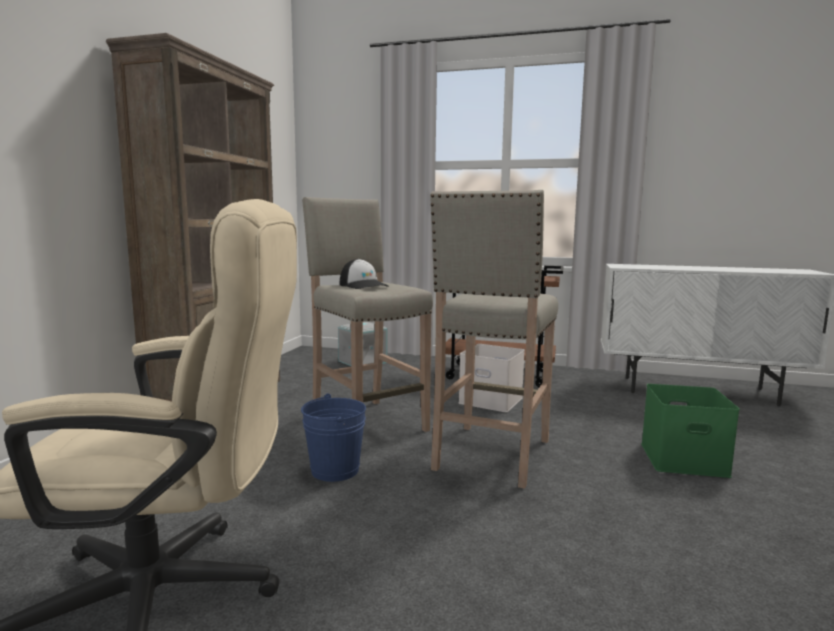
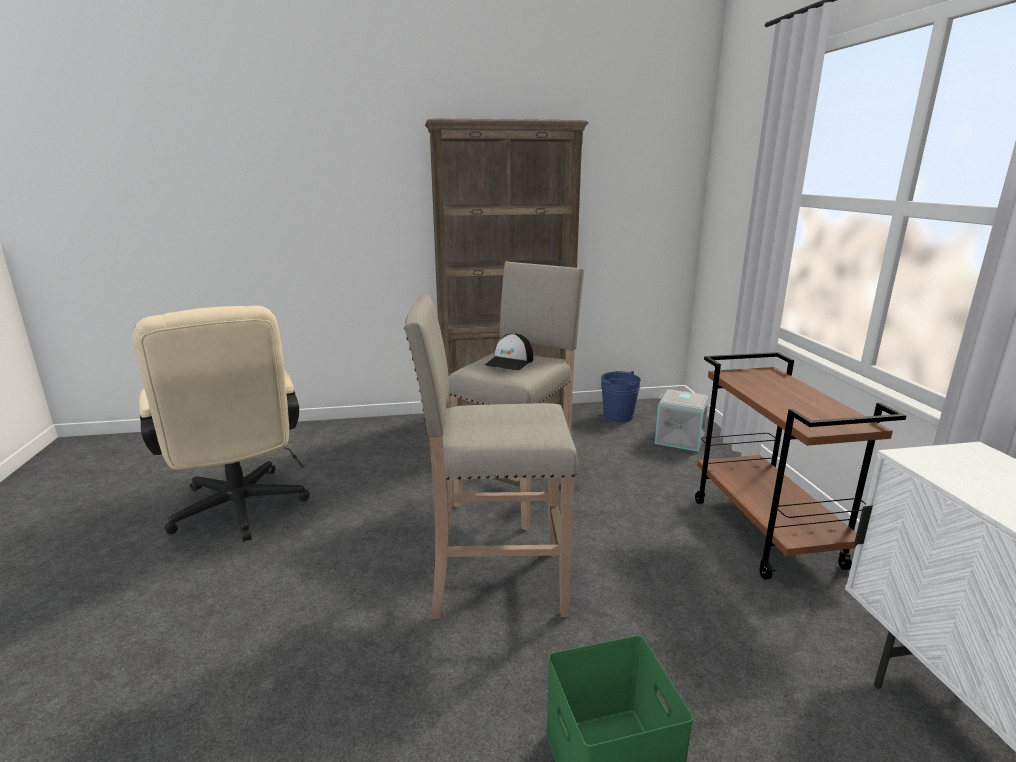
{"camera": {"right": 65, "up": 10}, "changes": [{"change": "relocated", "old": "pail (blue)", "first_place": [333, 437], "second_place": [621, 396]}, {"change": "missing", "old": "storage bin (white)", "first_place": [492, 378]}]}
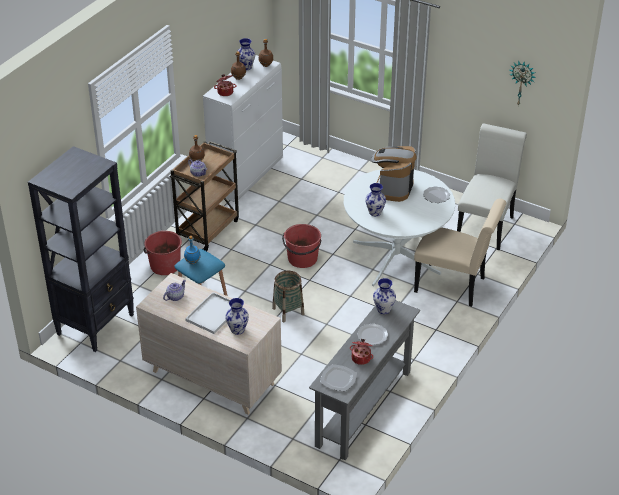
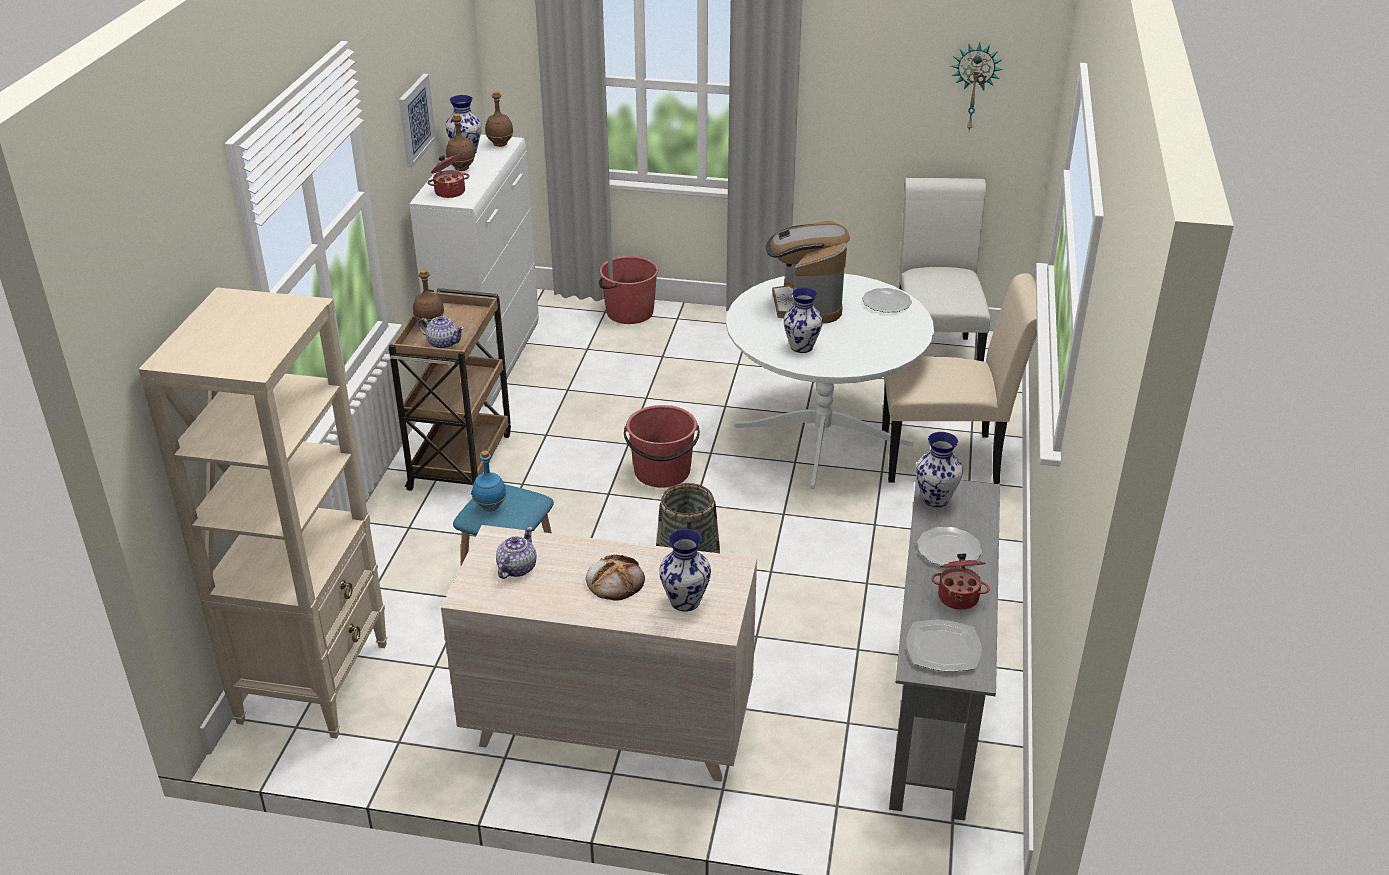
{"camera": {"right": -20, "up": -5}, "changes": [{"change": "colour", "old": "shelving unit (blackish)", "new": "shelving unit (beige)", "first_place": [81, 249], "second_place": [262, 512]}, {"change": "appeared", "new": "wall art", "second_place": [417, 121]}, {"change": "exchanged", "old": "carrying tray (white)", "new": "bakery bread", "first_place": [208, 313], "second_place": [615, 577]}, {"change": "relocated", "old": "pail (red-coloured)", "first_place": [163, 253], "second_place": [628, 290]}]}
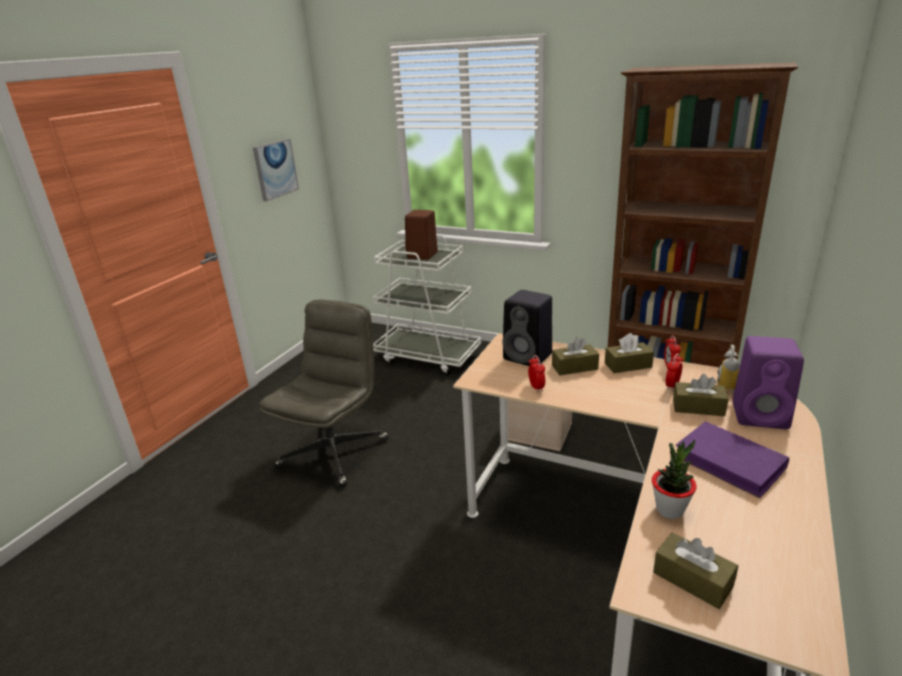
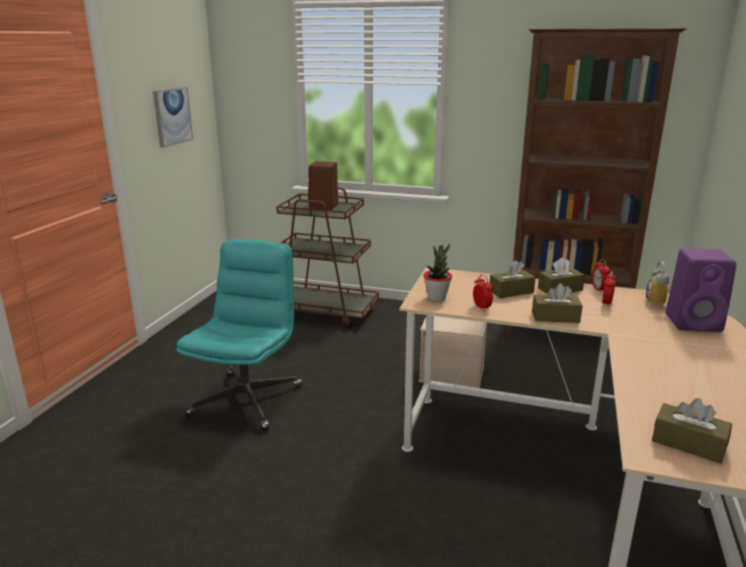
{"camera": {"right": -10, "up": -5}, "changes": [{"change": "colour", "old": "computer chair (greyish)", "new": "computer chair (turquoise)", "first_place": [324, 393], "second_place": [239, 335]}, {"change": "colour", "old": "cart (white)", "new": "cart (brown)", "first_place": [427, 305], "second_place": [327, 258]}, {"change": "relocated", "old": "plant in a pot", "first_place": [674, 479], "second_place": [437, 272]}, {"change": "relocated", "old": "tissue holder (brown)", "first_place": [700, 395], "second_place": [557, 303]}, {"change": "missing", "old": "audio speaker (blackish)", "first_place": [527, 328]}, {"change": "missing", "old": "volume (purplish)", "first_place": [732, 459]}]}
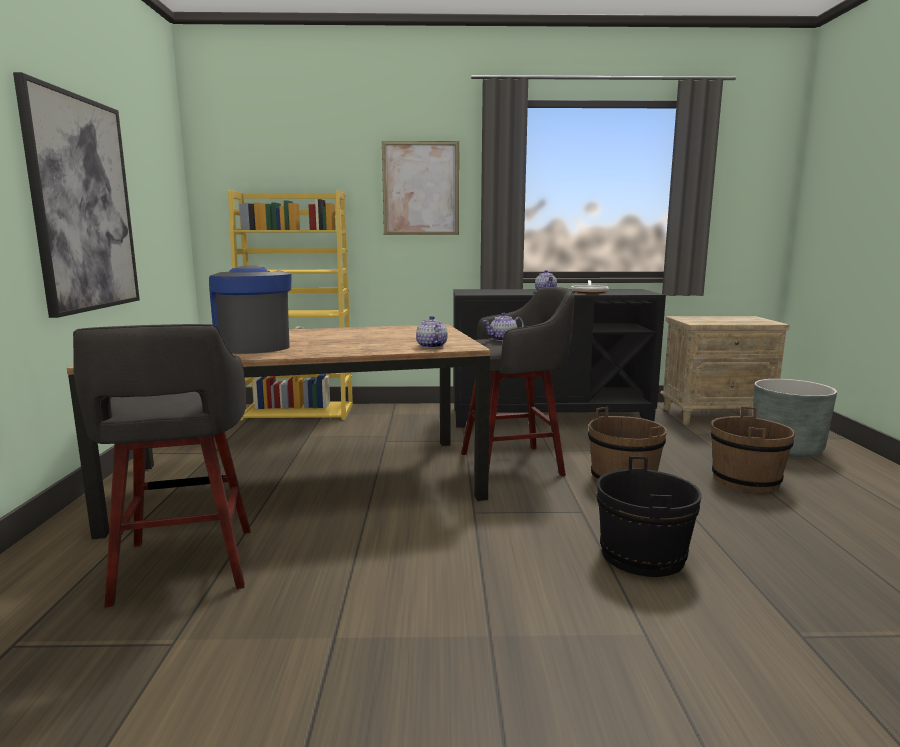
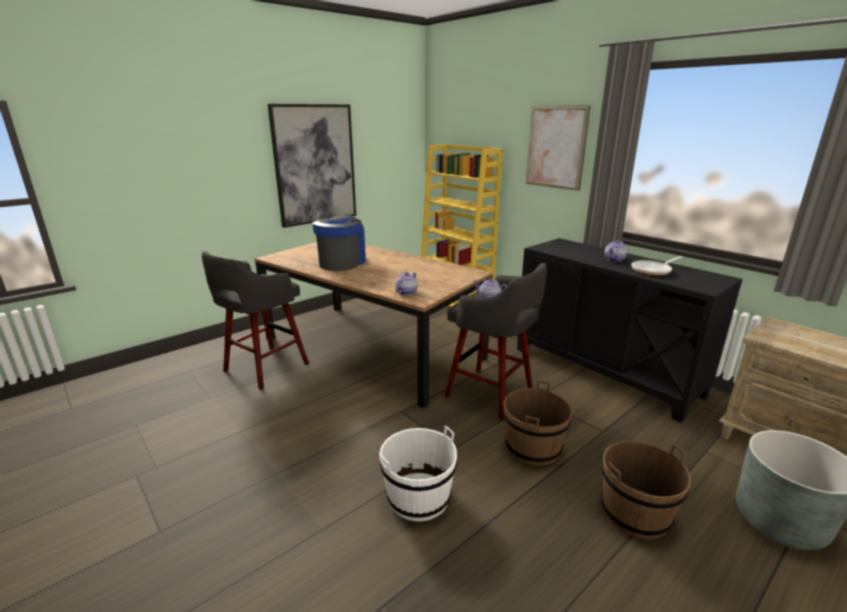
{"camera": {"right": 50, "up": 10}, "changes": [{"change": "colour", "old": "pail (blackish)", "new": "pail (white)", "first_place": [649, 516], "second_place": [418, 473]}]}
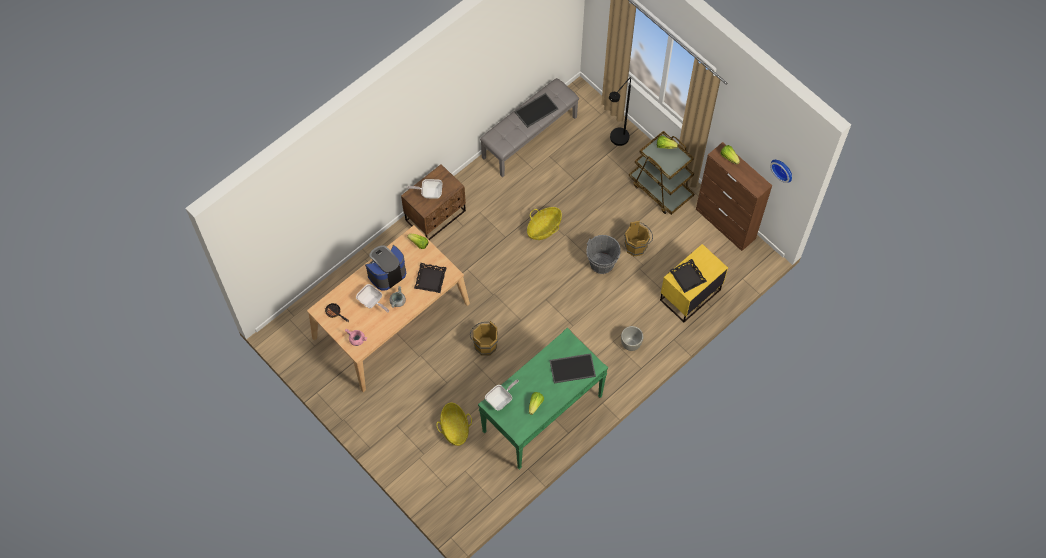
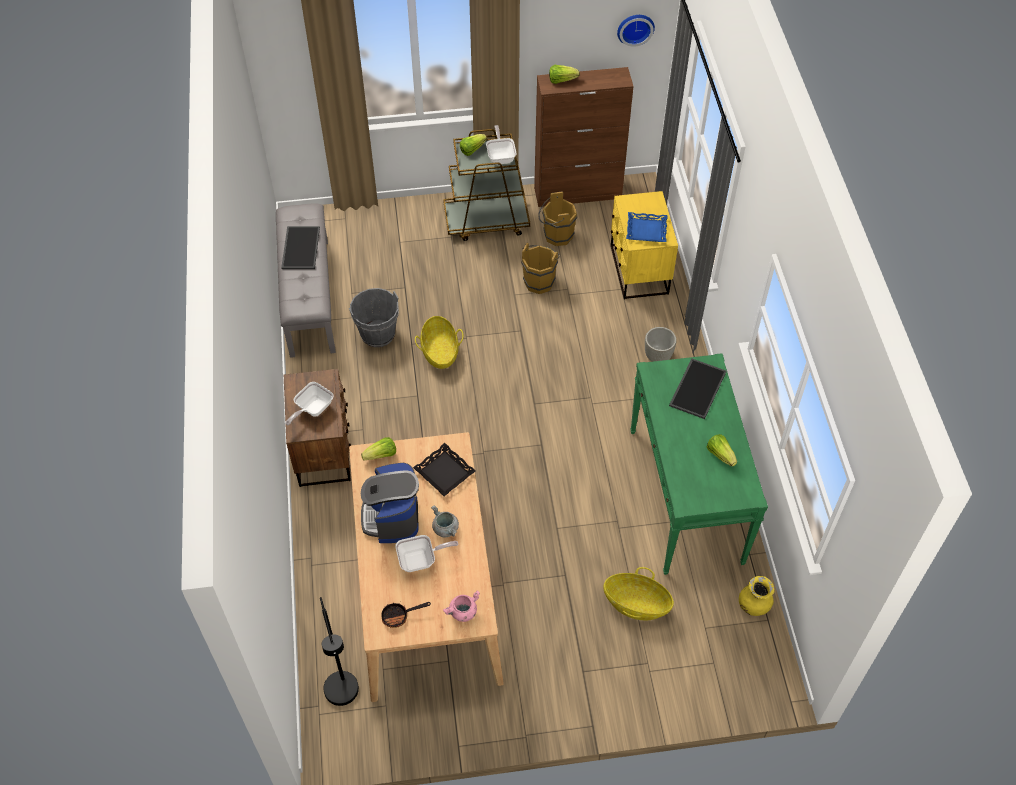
{"camera": {"right": -55, "up": -10}, "changes": [{"change": "relocated", "old": "standard lamp (blackish)", "first_place": [620, 111], "second_place": [339, 651]}, {"change": "relocated", "old": "pail (greyish)", "first_place": [603, 254], "second_place": [374, 317]}, {"change": "relocated", "old": "frying pan", "first_place": [502, 394], "second_place": [501, 145]}, {"change": "relocated", "old": "pail (brown)", "first_place": [484, 338], "second_place": [557, 219]}, {"change": "colour", "old": "carrying tray (blackish)", "new": "carrying tray (blue)", "first_place": [688, 276], "second_place": [647, 227]}, {"change": "appeared", "new": "decorative vase (yellow)", "second_place": [757, 596]}]}
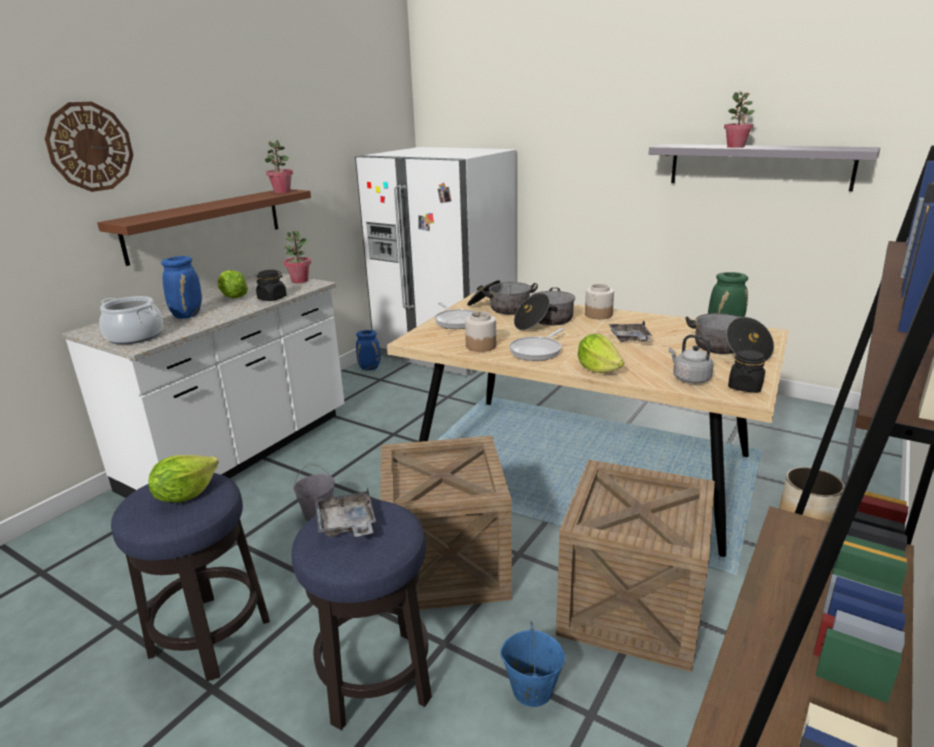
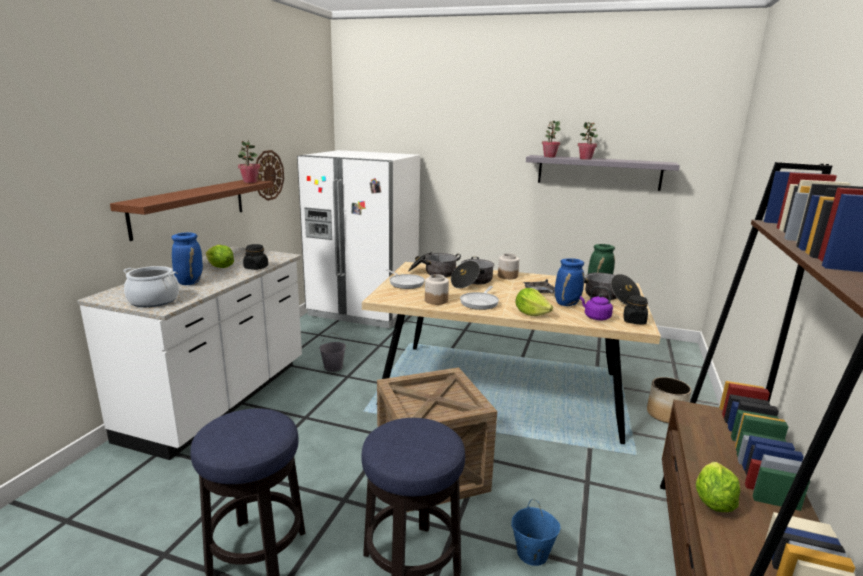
{"camera": {"right": -15, "up": -5}, "changes": [{"change": "relocated", "old": "clock on the wall", "first_place": [89, 147], "second_place": [270, 175]}, {"change": "relocated", "old": "pail (greyish)", "first_place": [314, 492], "second_place": [332, 352]}, {"change": "relocated", "old": "plant in a pot", "first_place": [297, 256], "second_place": [551, 139]}, {"change": "relocated", "old": "decorative vase (blue)", "first_place": [368, 350], "second_place": [569, 282]}, {"change": "colour", "old": "tea kettle (greyish)", "new": "tea kettle (purplish)", "first_place": [691, 359], "second_place": [596, 303]}, {"change": "relocated", "old": "lettuce", "first_place": [183, 479], "second_place": [718, 486]}, {"change": "missing", "old": "carrying tray (greyish)", "first_place": [345, 512]}, {"change": "missing", "old": "crate", "first_place": [635, 566]}]}
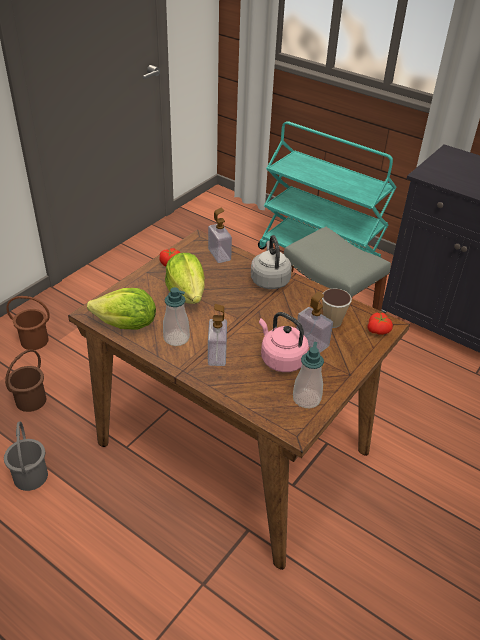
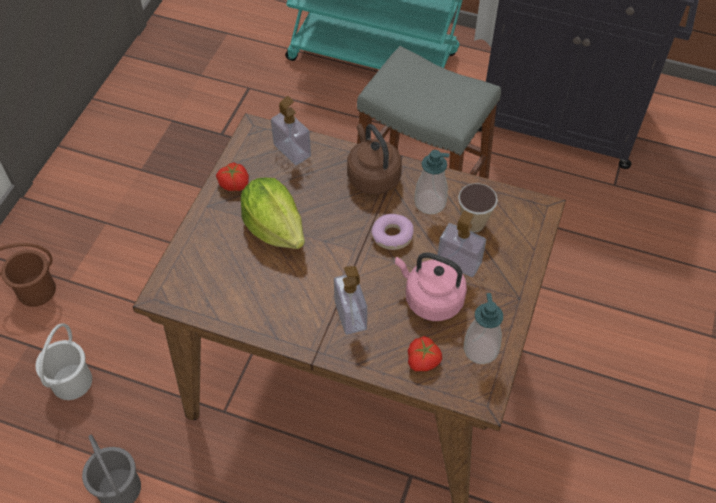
{"camera": {"right": -15, "up": 15}, "changes": [{"change": "colour", "old": "pail (brown)", "new": "pail (white)", "first_place": [25, 381], "second_place": [63, 361]}, {"change": "colour", "old": "tea kettle (greyish)", "new": "tea kettle (brown)", "first_place": [271, 262], "second_place": [374, 158]}, {"change": "appeared", "new": "doughnut", "second_place": [392, 232]}, {"change": "relocated", "old": "whole tomato", "first_place": [380, 324], "second_place": [425, 353]}, {"change": "relocated", "old": "soap bottle", "first_place": [176, 316], "second_place": [432, 182]}, {"change": "missing", "old": "lettuce", "first_place": [121, 308]}]}
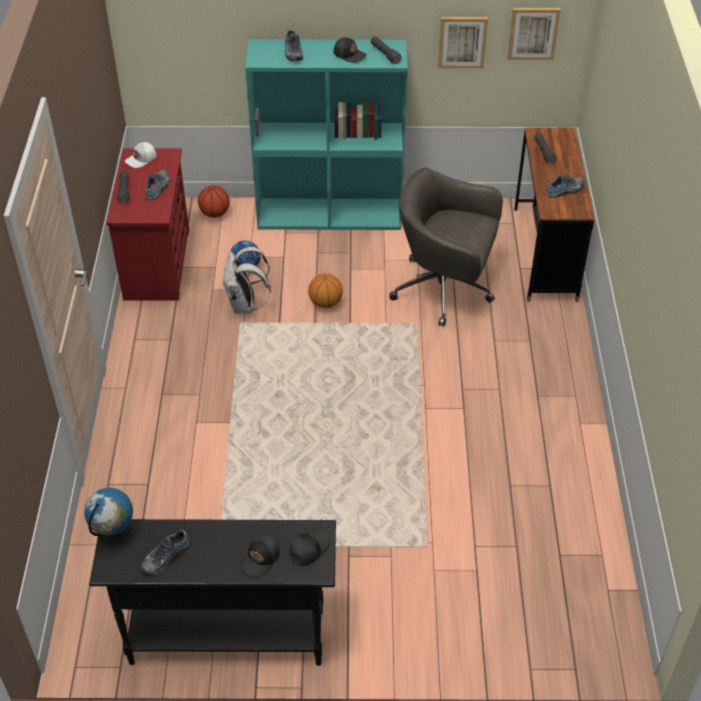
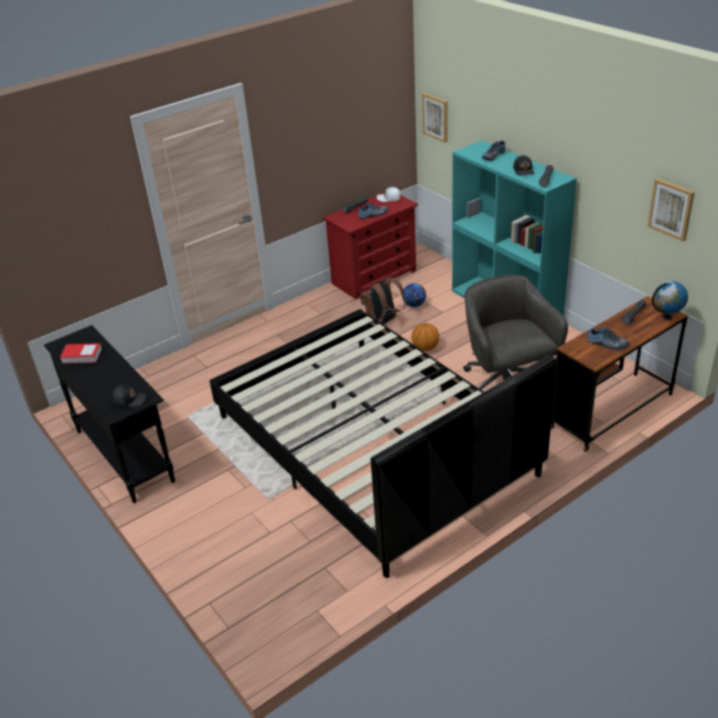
{"camera": {"right": 55, "up": -10}, "changes": [{"change": "exchanged", "old": "item of footwear", "new": "volume", "first_place": [165, 553], "second_place": [81, 353]}, {"change": "appeared", "new": "bedroom bed (blackish)", "second_place": [383, 443]}, {"change": "colour", "old": "backpack (white)", "new": "backpack (brown)", "first_place": [247, 280], "second_place": [383, 301]}, {"change": "relocated", "old": "wall art", "first_place": [463, 42], "second_place": [435, 118]}, {"change": "relocated", "old": "desk globe", "first_place": [109, 513], "second_place": [670, 300]}, {"change": "missing", "old": "ball for basketball", "first_place": [214, 201]}, {"change": "missing", "old": "baseball cap (blackish)", "first_place": [260, 555]}]}
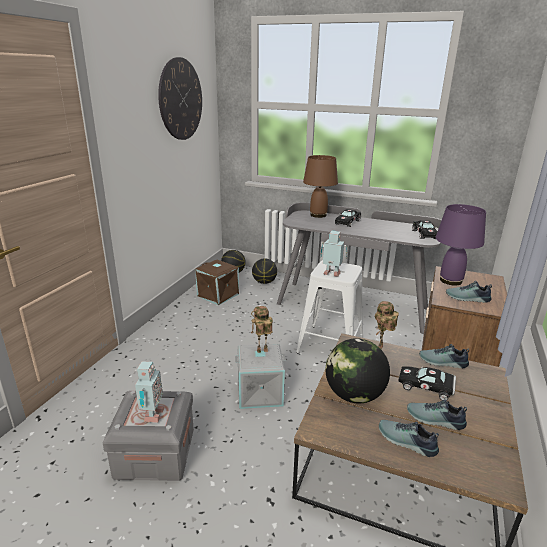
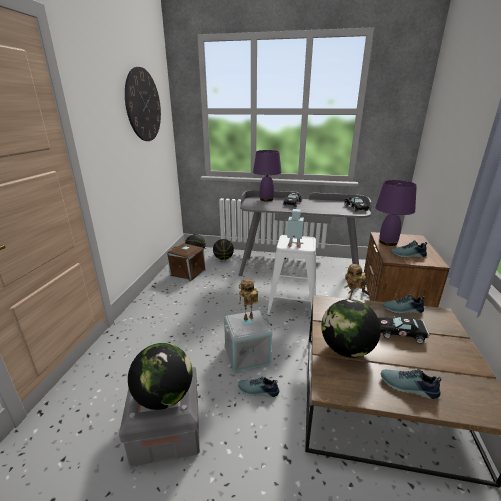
{"camera": {"right": -10, "up": 0}, "changes": [{"change": "exchanged", "old": "toy robot", "new": "desk globe", "first_place": [149, 392], "second_place": [160, 376]}, {"change": "relocated", "old": "item of footwear", "first_place": [437, 415], "second_place": [258, 387]}, {"change": "colour", "old": "tabletop lamp (brown)", "new": "tabletop lamp (purplish)", "first_place": [320, 186], "second_place": [267, 175]}]}
